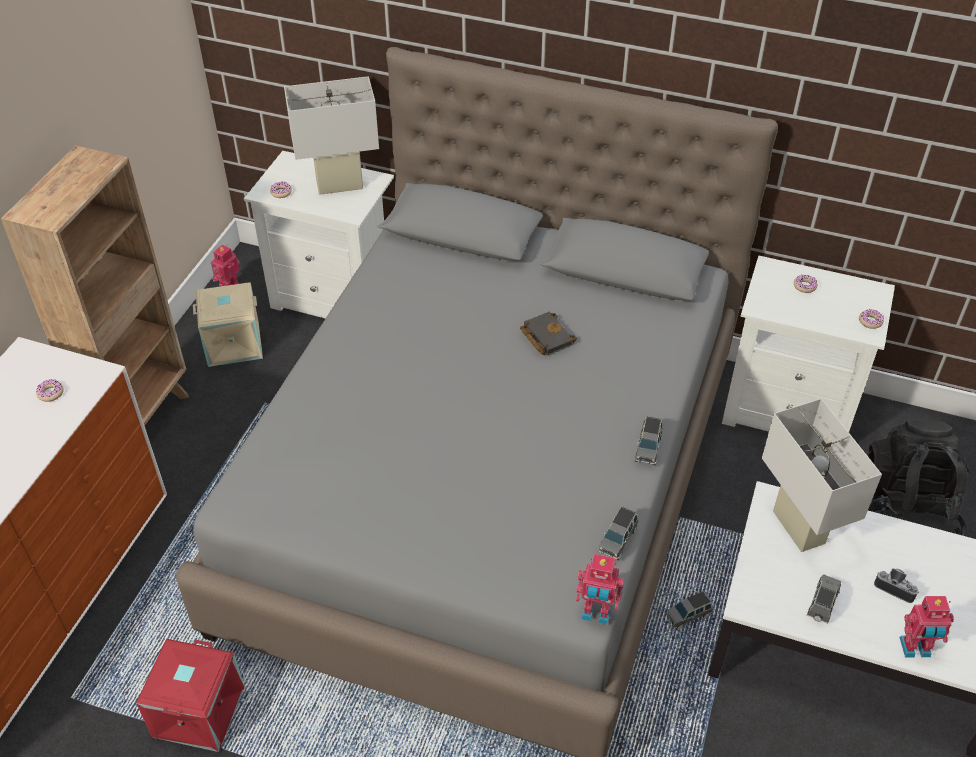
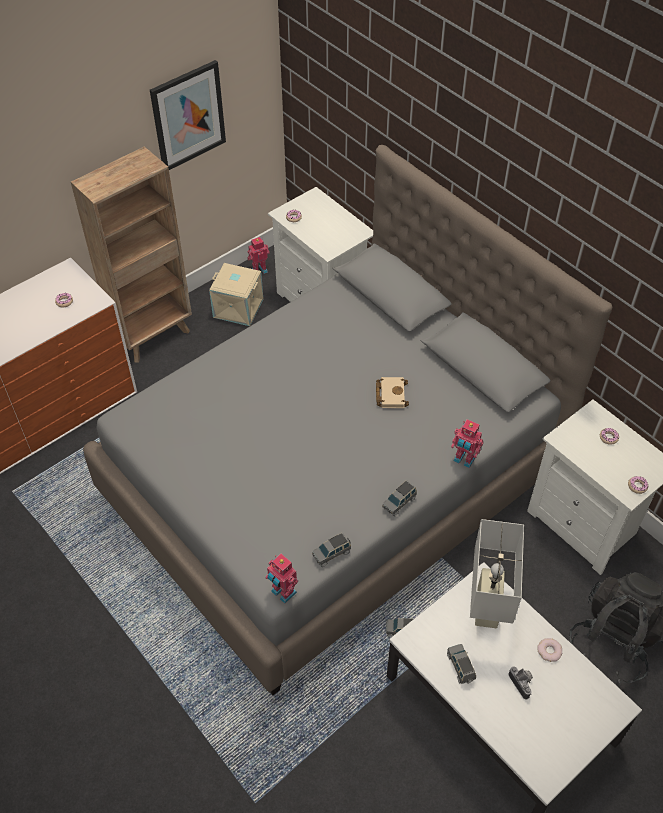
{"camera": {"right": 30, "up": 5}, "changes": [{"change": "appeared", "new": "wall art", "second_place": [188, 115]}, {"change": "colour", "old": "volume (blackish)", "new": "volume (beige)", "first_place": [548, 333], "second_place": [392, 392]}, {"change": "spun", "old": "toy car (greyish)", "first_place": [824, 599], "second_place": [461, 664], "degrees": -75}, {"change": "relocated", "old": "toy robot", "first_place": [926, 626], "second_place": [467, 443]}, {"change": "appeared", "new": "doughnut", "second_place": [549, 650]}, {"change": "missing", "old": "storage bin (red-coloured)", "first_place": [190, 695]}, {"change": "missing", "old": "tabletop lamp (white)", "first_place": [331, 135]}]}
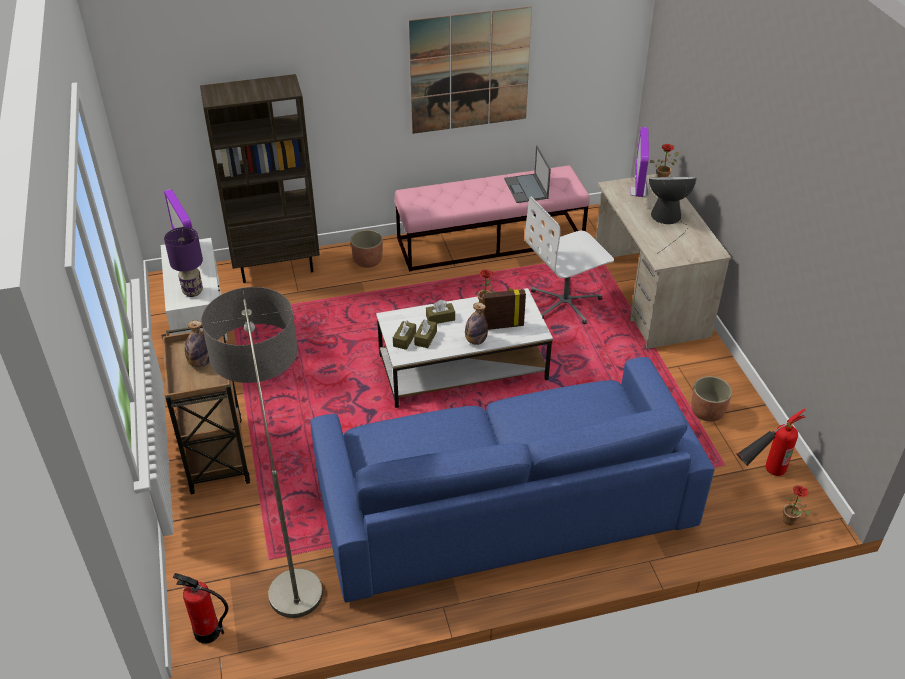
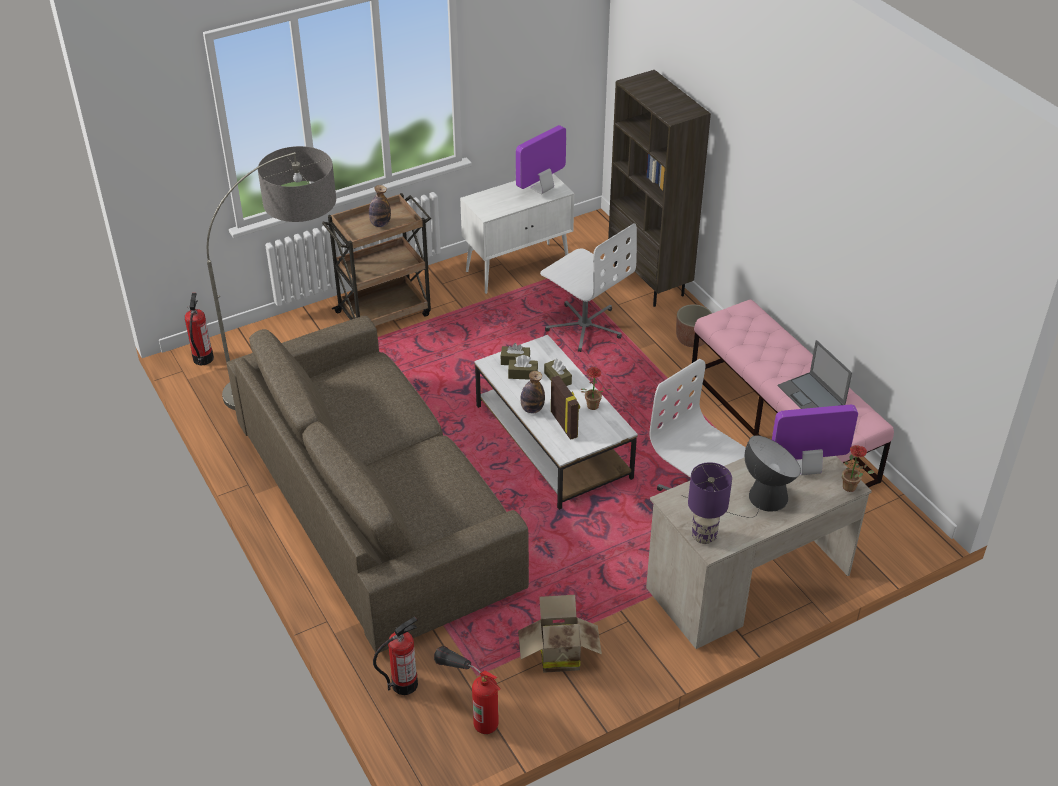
{"camera": {"right": 75, "up": 0}, "changes": [{"change": "colour", "old": "settee (blue)", "new": "settee (brown)", "first_place": [512, 479], "second_place": [377, 484]}, {"change": "appeared", "new": "extinguisher", "second_place": [395, 655]}, {"change": "exchanged", "old": "flower pot", "new": "carton", "first_place": [711, 399], "second_place": [560, 634]}, {"change": "appeared", "new": "computer chair (white)", "second_place": [588, 287]}, {"change": "relocated", "old": "tabletop lamp (purplish)", "first_place": [183, 262], "second_place": [710, 503]}, {"change": "spun", "old": "notebook computer", "first_place": [527, 174], "second_place": [815, 374], "degrees": -90}, {"change": "missing", "old": "wall art", "first_place": [470, 70]}, {"change": "missing", "old": "plant in a pot", "first_place": [797, 505]}]}
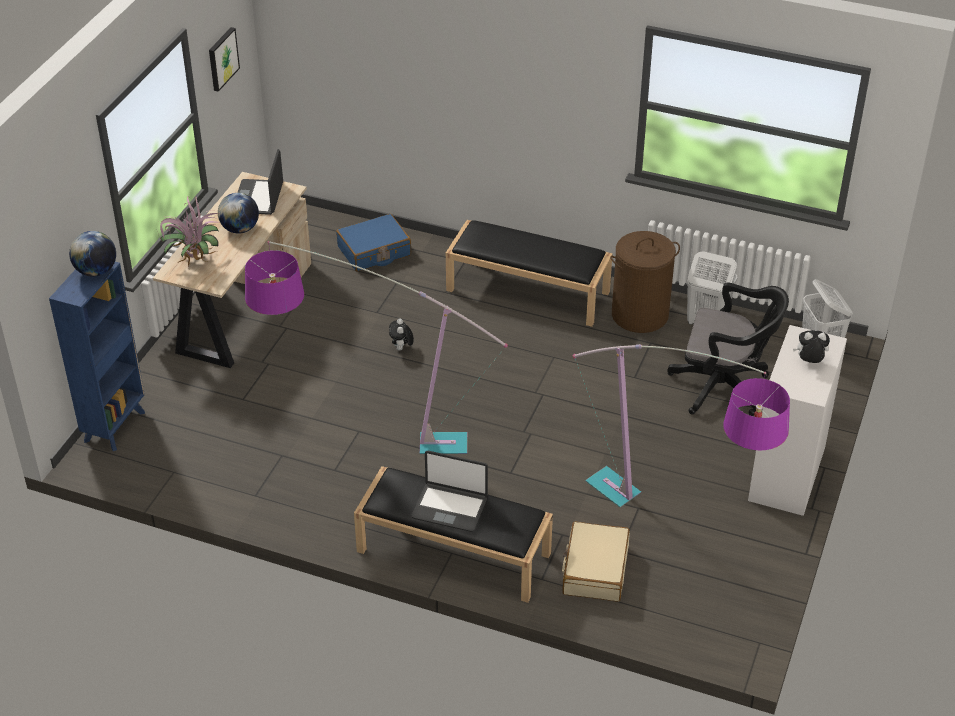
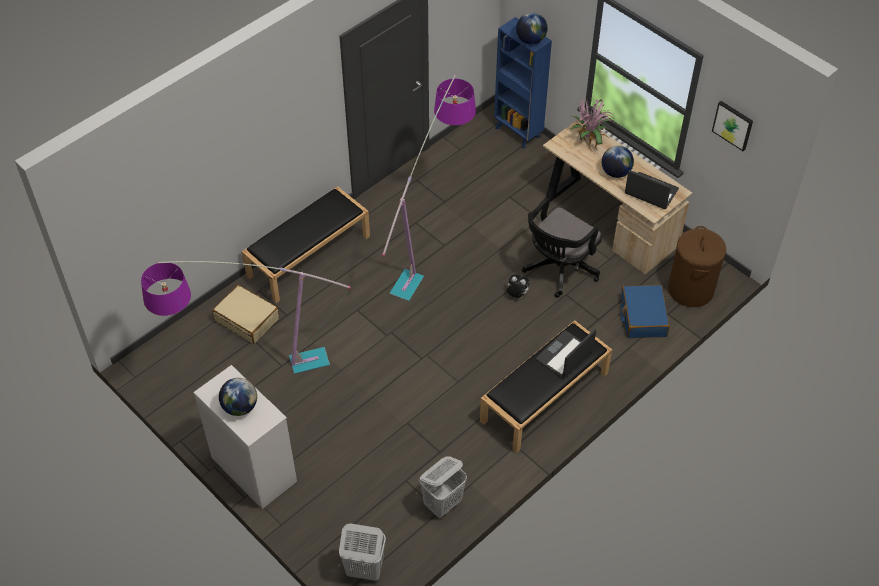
{"camera": {"right": 115, "up": 10}, "changes": [{"change": "exchanged", "old": "cuddly toy", "new": "desk globe", "first_place": [811, 346], "second_place": [238, 397]}, {"change": "relocated", "old": "computer chair (blackish)", "first_place": [728, 349], "second_place": [562, 247]}, {"change": "relocated", "old": "notebook computer", "first_place": [450, 491], "second_place": [566, 353]}, {"change": "relocated", "old": "hamper (brown)", "first_place": [645, 282], "second_place": [697, 266]}]}
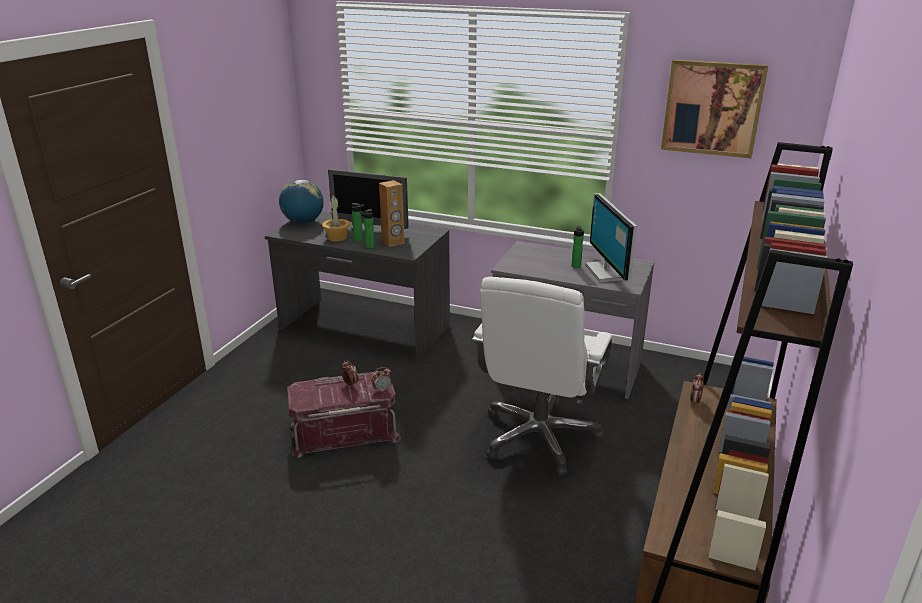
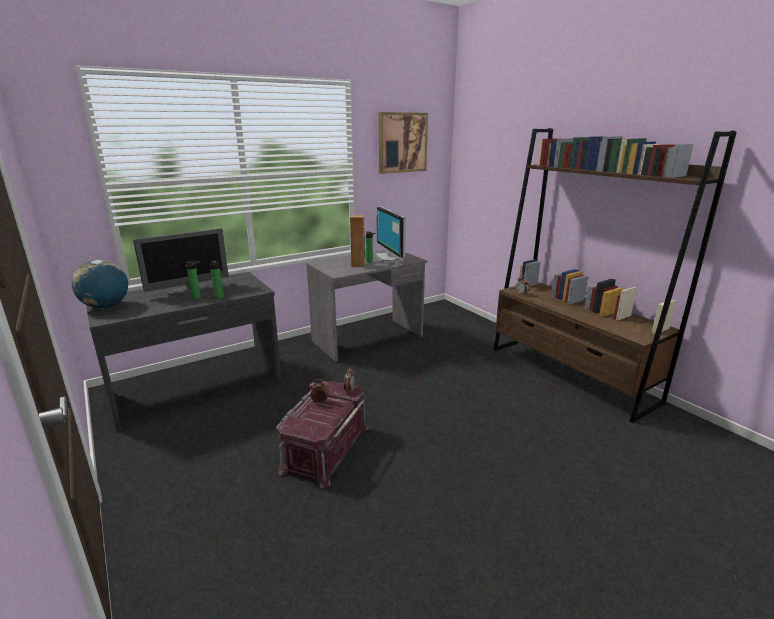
{"camera": {"right": -55, "up": -5}, "changes": [{"change": "relocated", "old": "audio speaker (brown)", "first_place": [392, 213], "second_place": [357, 241]}, {"change": "spun", "old": "computer screen", "first_place": [611, 237], "second_place": [390, 234], "degrees": 45}, {"change": "missing", "old": "plant in a pot", "first_place": [336, 218]}, {"change": "missing", "old": "computer chair (white)", "first_place": [542, 376]}]}
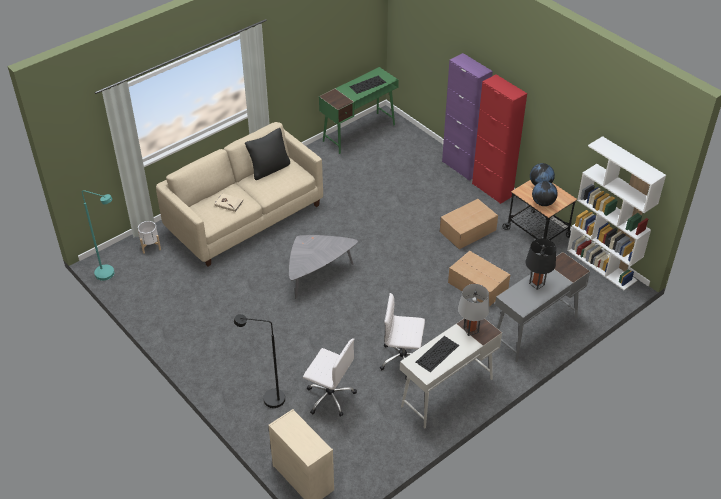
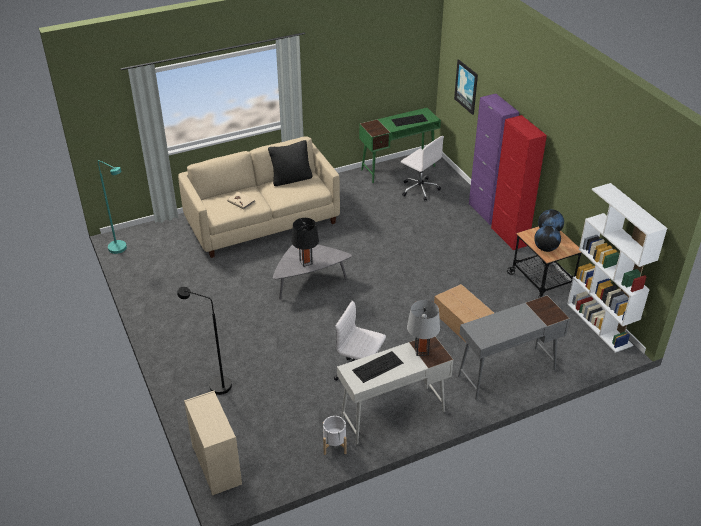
{"camera": {"right": 15, "up": -5}, "changes": [{"change": "relocated", "old": "tabletop lamp (blackish)", "first_place": [541, 264], "second_place": [305, 242]}, {"change": "relocated", "old": "flower pot (white)", "first_place": [149, 237], "second_place": [334, 435]}, {"change": "relocated", "old": "computer chair (white)", "first_place": [330, 377], "second_place": [422, 168]}, {"change": "appeared", "new": "wall art", "second_place": [466, 87]}, {"change": "missing", "old": "carton", "first_place": [469, 224]}]}
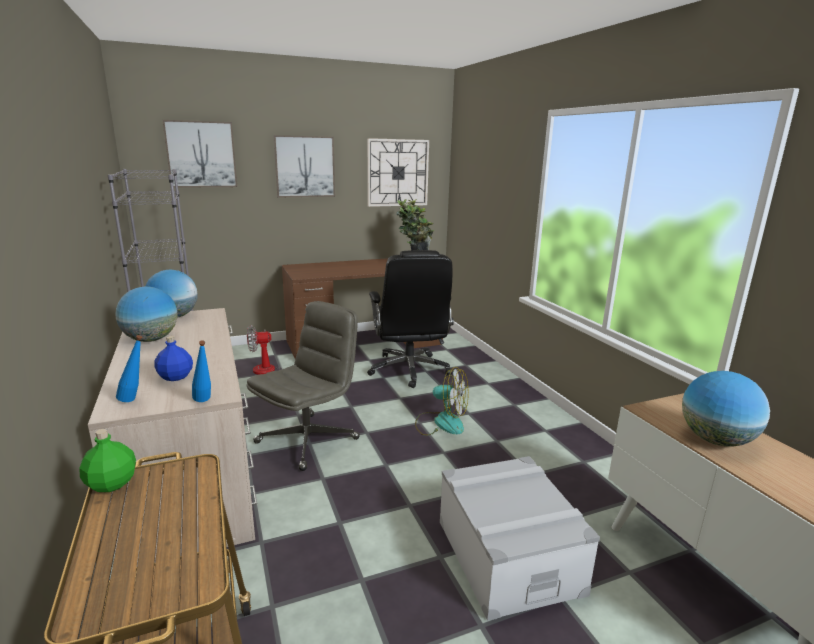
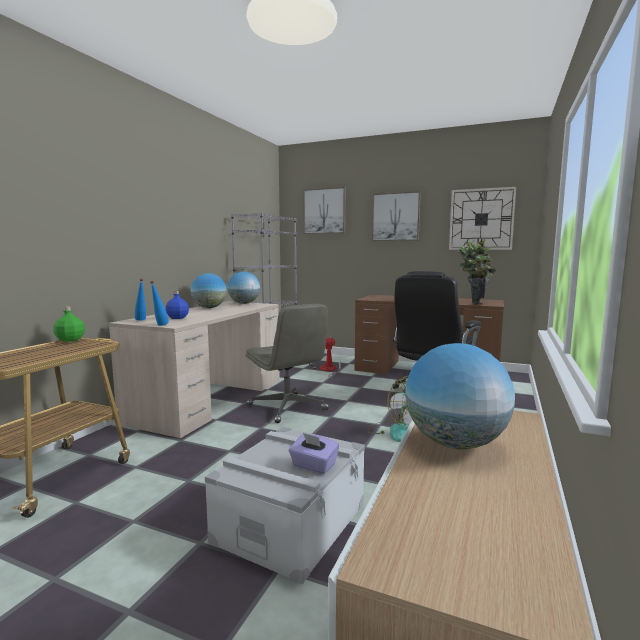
{"camera": {"right": 45, "up": -10}, "changes": [{"change": "spun", "old": "computer chair (greyish)", "first_place": [303, 386], "second_place": [287, 363], "degrees": 60}, {"change": "appeared", "new": "tissue holder (purplish)", "second_place": [314, 453]}]}
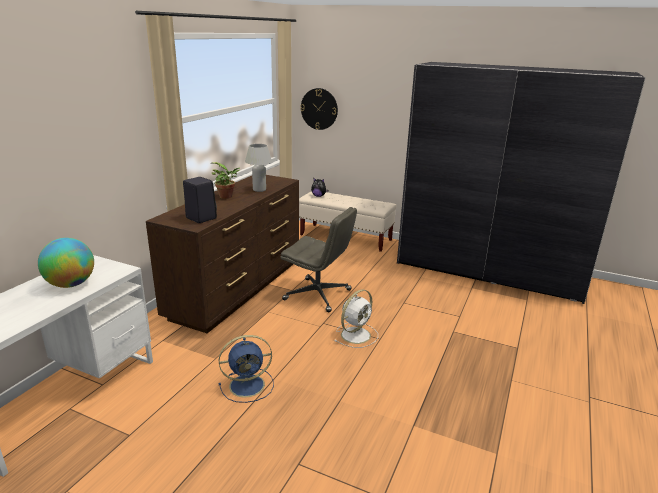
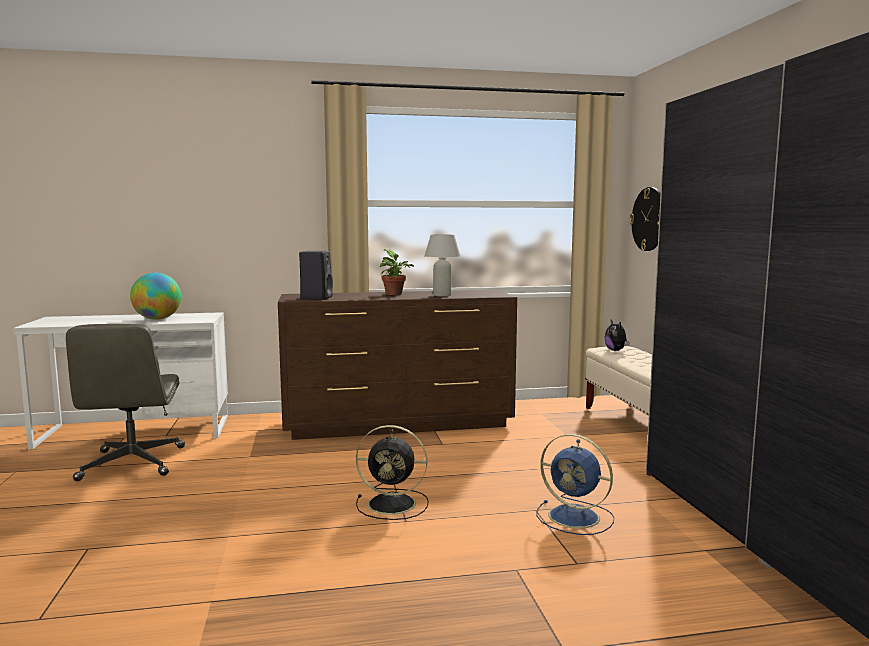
{"camera": {"right": 55, "up": -15}, "changes": [{"change": "relocated", "old": "computer chair (greyish)", "first_place": [318, 259], "second_place": [125, 402]}, {"change": "colour", "old": "cooling fan (white)", "new": "cooling fan (blackish)", "first_place": [356, 318], "second_place": [392, 472]}, {"change": "relocated", "old": "cooling fan (blue)", "first_place": [246, 369], "second_place": [575, 484]}]}
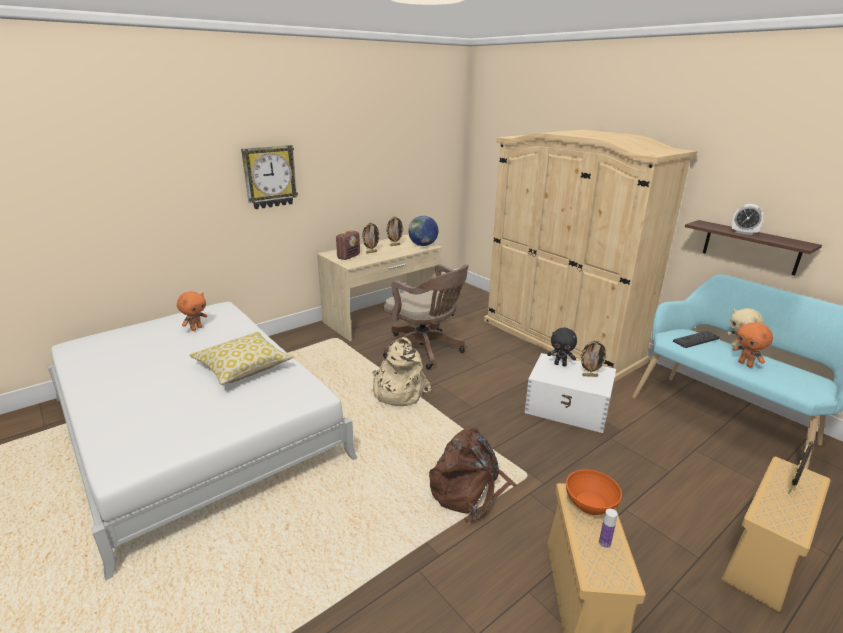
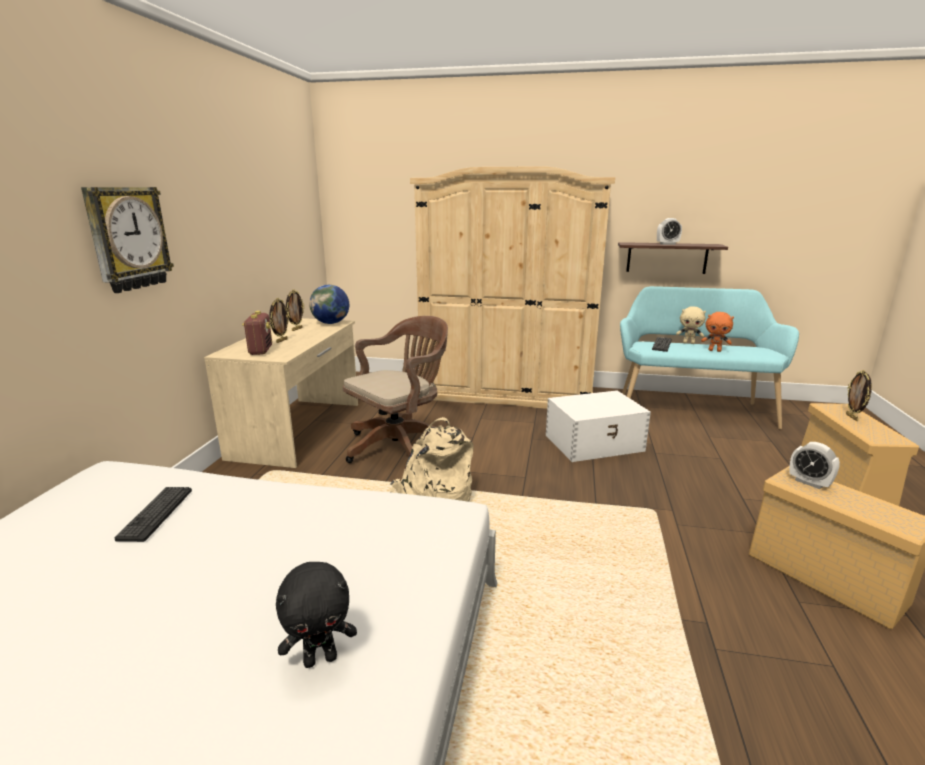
{"camera": {"right": -40, "up": -5}, "changes": [{"change": "appeared", "new": "computer keyboard", "second_place": [153, 514]}, {"change": "relocated", "old": "cuddly toy (blackish)", "first_place": [562, 347], "second_place": [316, 615]}, {"change": "spun", "old": "computer chair (brown)", "first_place": [426, 317], "second_place": [395, 389], "degrees": -45}, {"change": "exchanged", "old": "serving bowl (orange)", "new": "bedside clock", "first_place": [594, 492], "second_place": [814, 465]}, {"change": "missing", "old": "cuddly toy (orange)", "first_place": [192, 311]}, {"change": "missing", "old": "throw pillow", "first_place": [241, 358]}, {"change": "missing", "old": "backpack (brown)", "first_place": [473, 474]}, {"change": "missing", "old": "photo frame", "first_place": [594, 358]}, {"change": "missing", "old": "drink bottle", "first_place": [608, 528]}]}
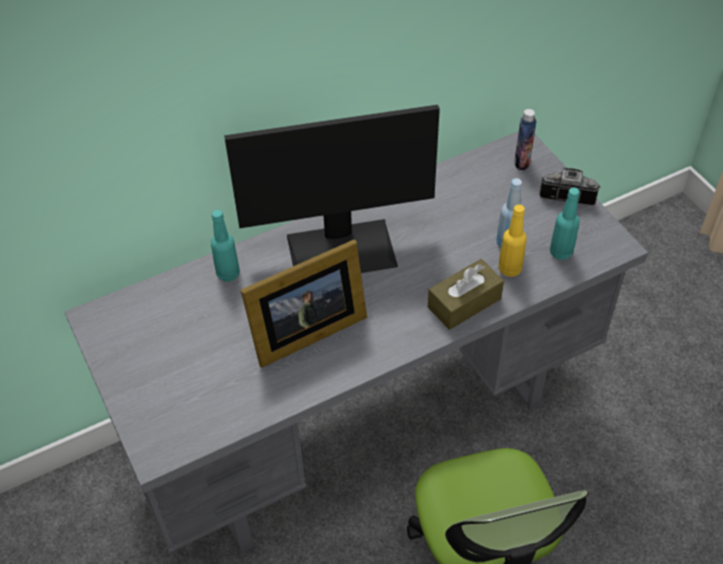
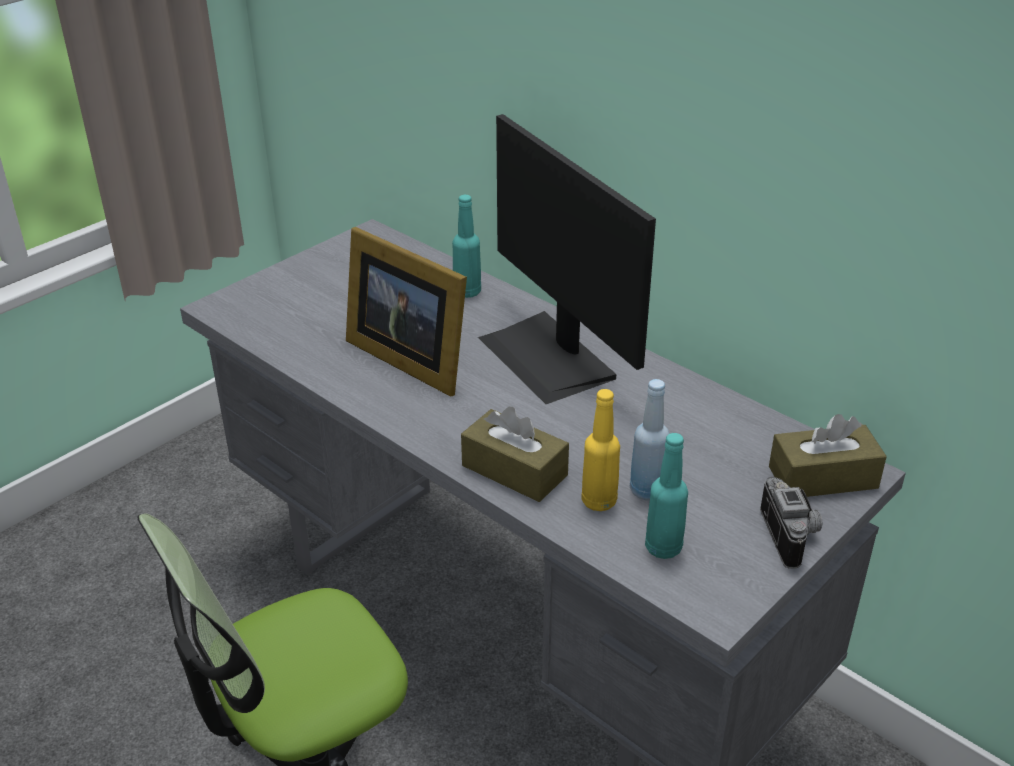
{"camera": {"right": 70, "up": -15}, "changes": [{"change": "exchanged", "old": "drink bottle", "new": "tissue holder (brown)", "first_place": [525, 139], "second_place": [828, 455]}]}
